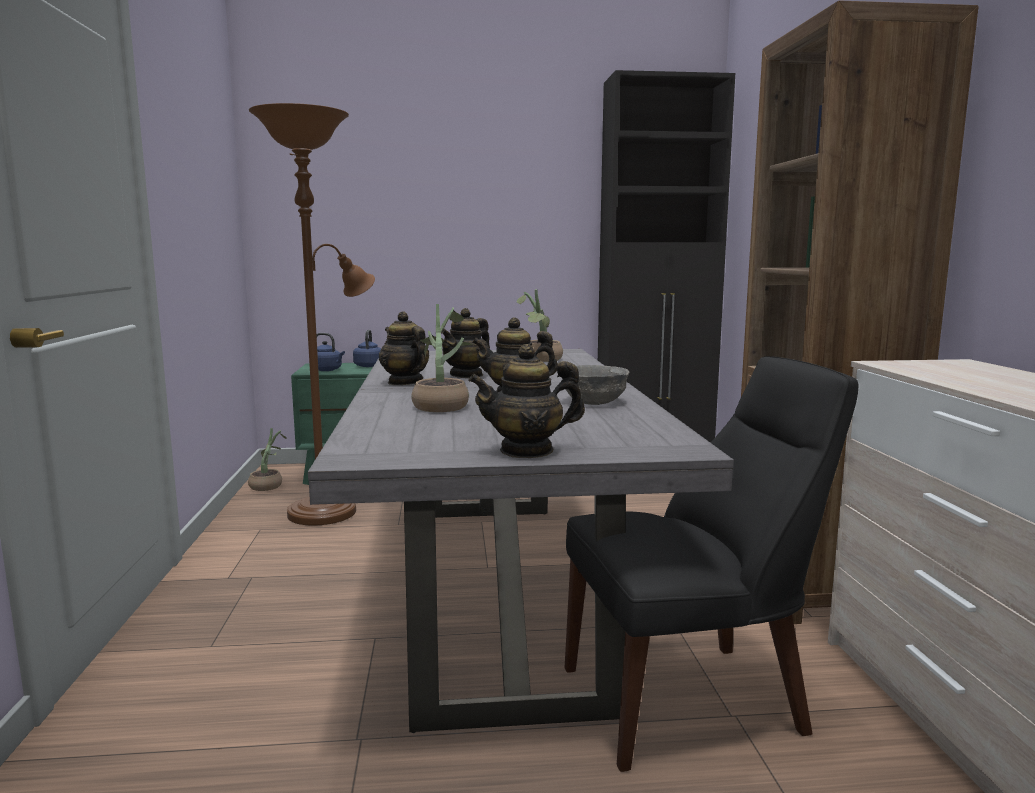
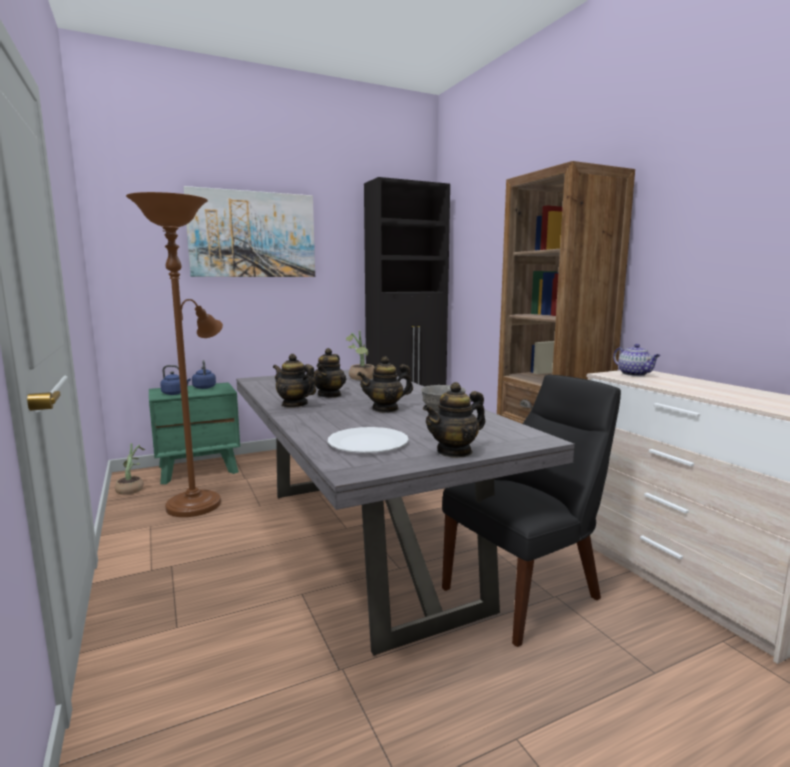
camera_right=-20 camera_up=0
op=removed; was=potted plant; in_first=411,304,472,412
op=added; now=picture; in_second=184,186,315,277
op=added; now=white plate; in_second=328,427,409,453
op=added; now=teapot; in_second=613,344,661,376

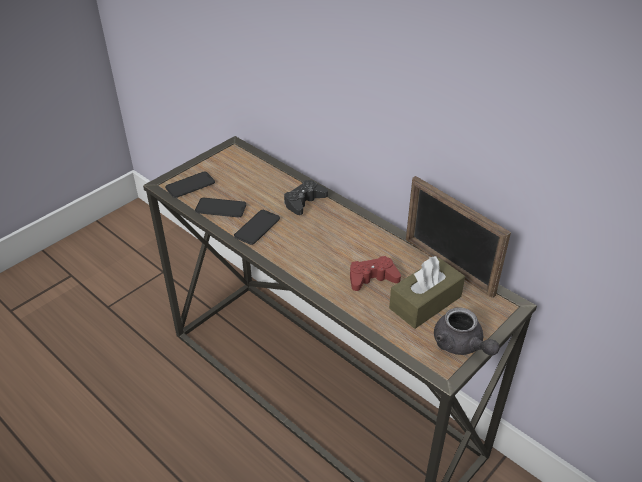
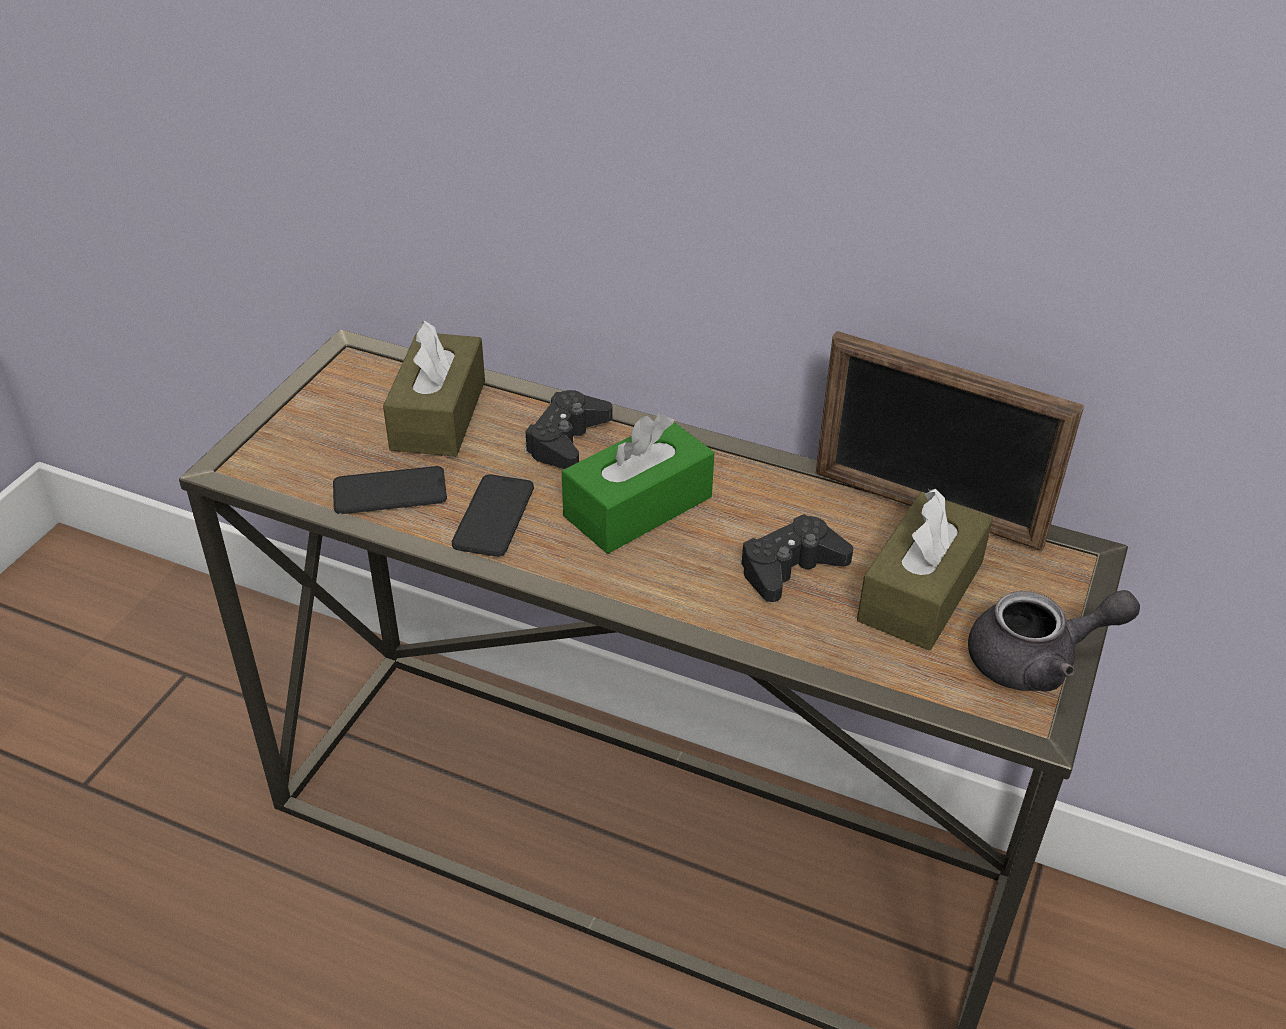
camera_right=-20 camera_up=0
op=removed; was=phone; in_first=165,171,215,198
op=recoloured; was=red game controller; now=black game controller; in_first=350,256,401,291; in_second=741,514,853,602
op=turned; was=grey teapot; in_first=434,307,500,355; in_second=968,590,1140,692; clockwise=-45
op=added; now=brown tissue box; in_second=383,321,485,457
op=added; now=green tissue box; in_second=562,413,715,554

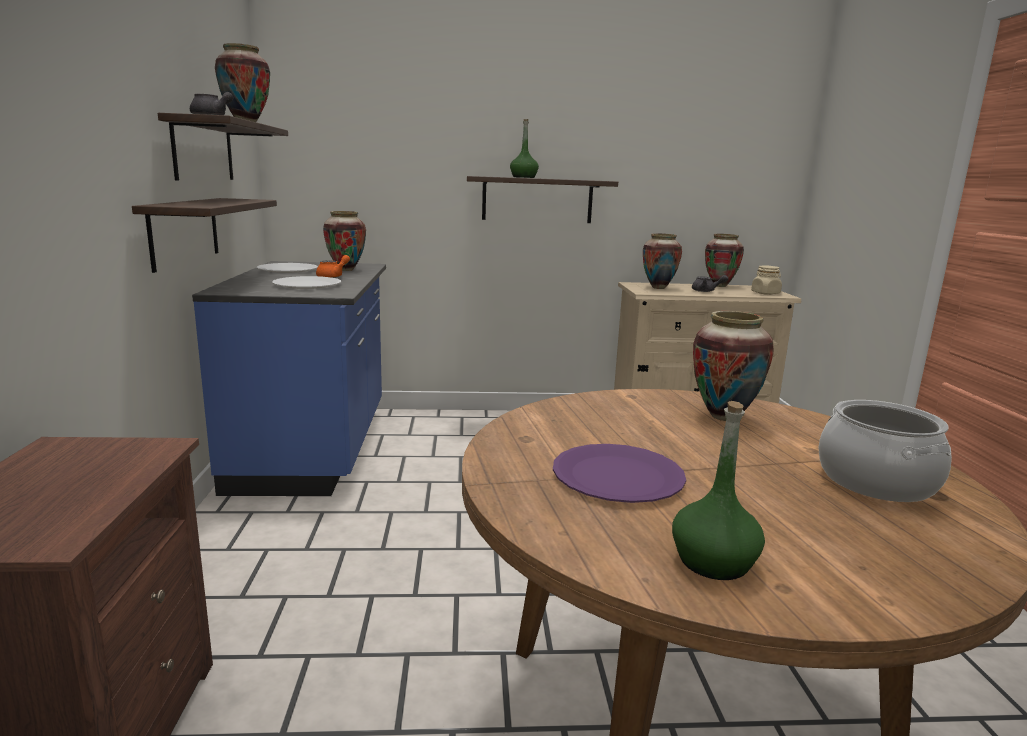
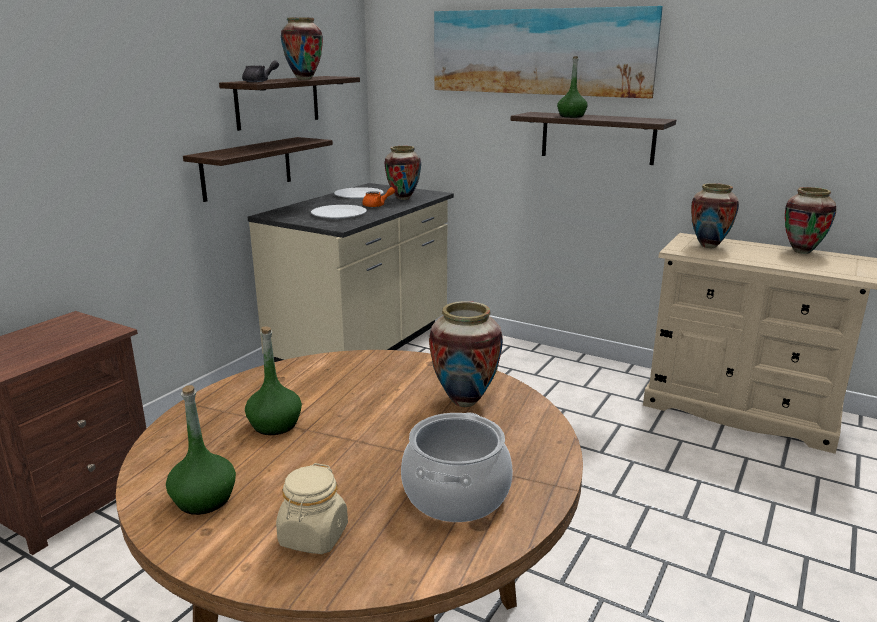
camera_right=35 camera_up=5
op=recoloured; was=blue counter; now=beige counter; in_first=192,261,386,496; in_second=248,183,454,362
op=replaced; was=purple plate; now=green bottle; in_first=553,444,686,503; in_second=245,326,302,435
op=removed; was=grey teapot; in_first=692,275,728,292
op=moved; was=beige jar; in_first=751,265,782,295; in_second=276,463,348,554
op=added; now=picture; in_second=434,6,663,98

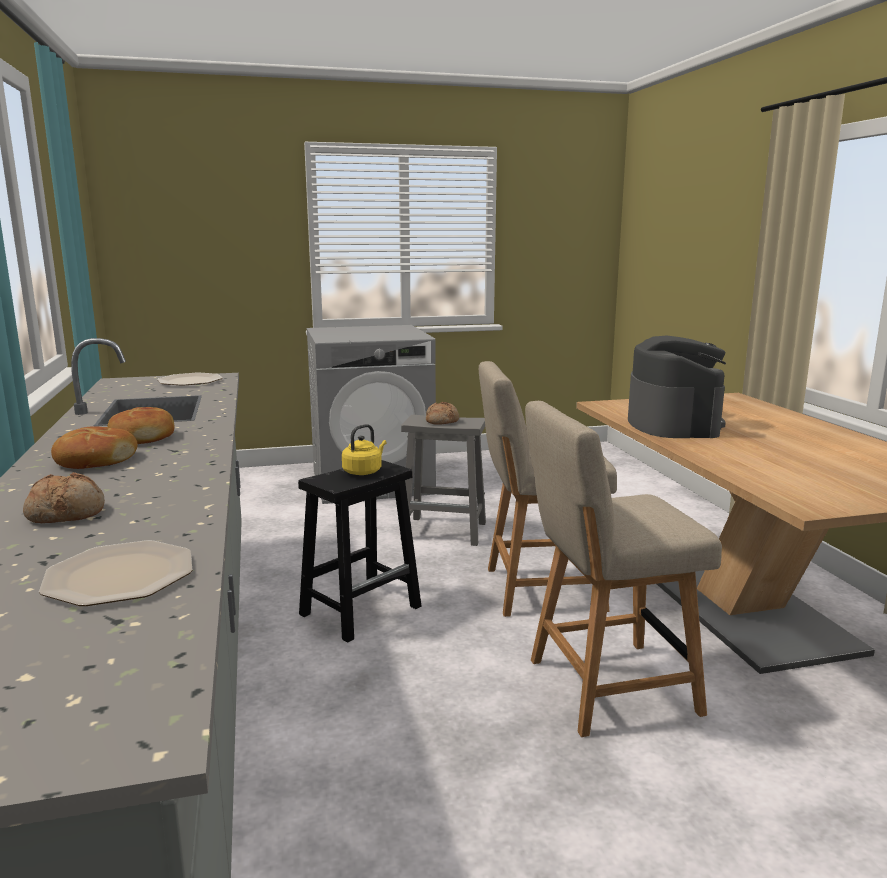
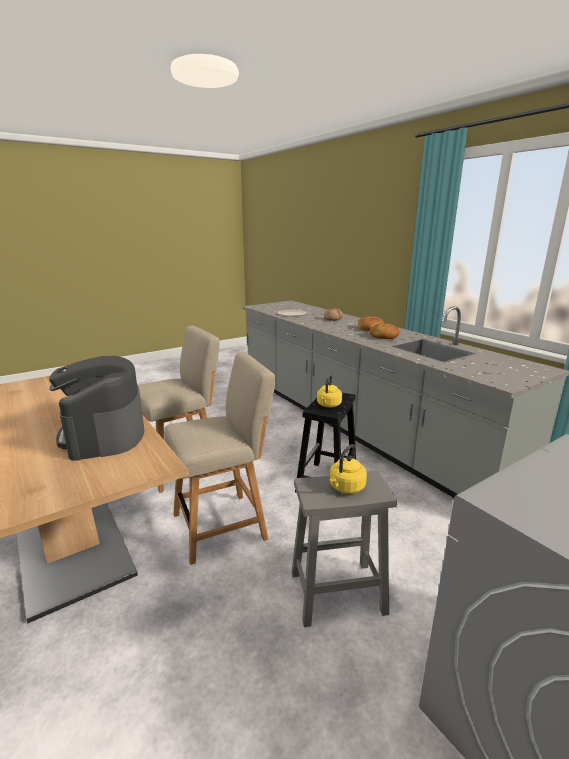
camera_right=160 camera_up=5
op=removed; was=plate; in_first=157,372,223,386
op=replaced; was=bread; now=yellow kettle; in_first=426,402,459,425; in_second=330,444,367,494

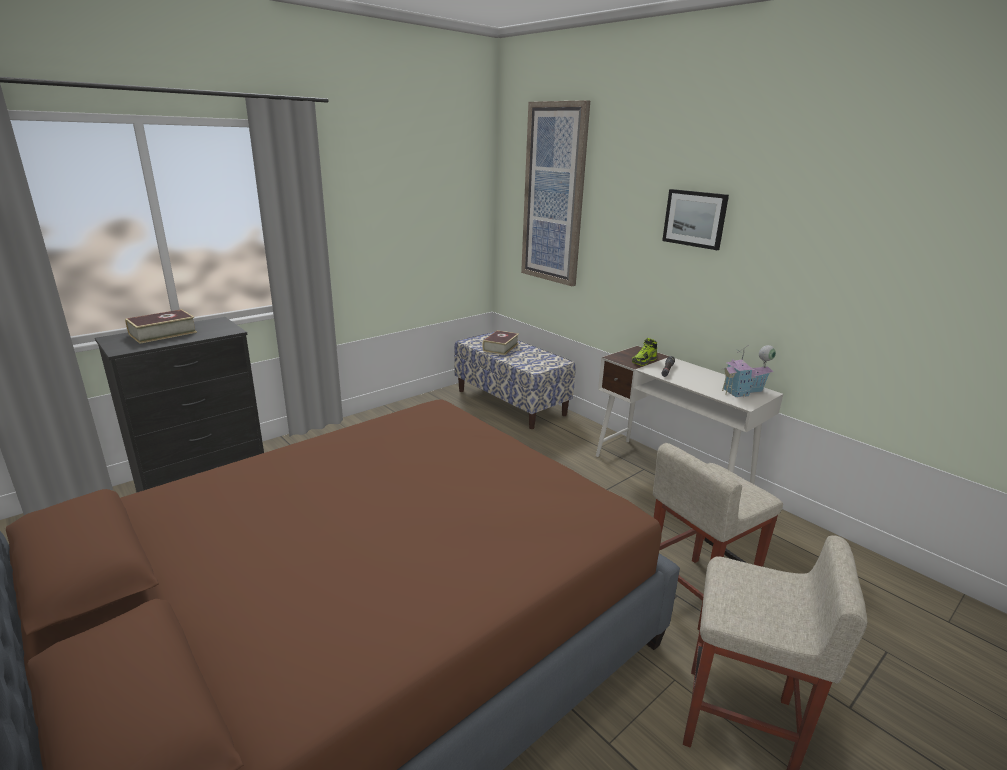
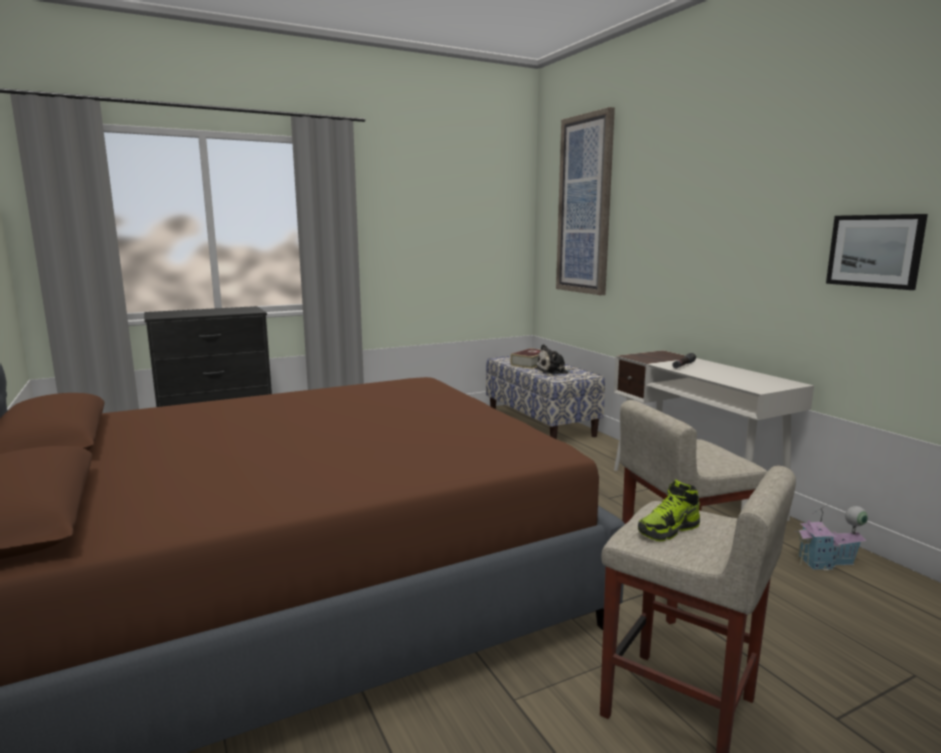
camera_right=15 camera_up=-10
op=removed; was=book; in_first=125,309,197,344
op=moved; was=shoe; in_first=632,338,657,366; in_second=638,480,700,541
op=moved; was=picture; in_first=662,189,729,250; in_second=826,214,928,290
op=moved; was=toy house; in_first=722,345,776,397; in_second=794,504,868,570
op=added; now=plush toy; in_second=535,344,574,375

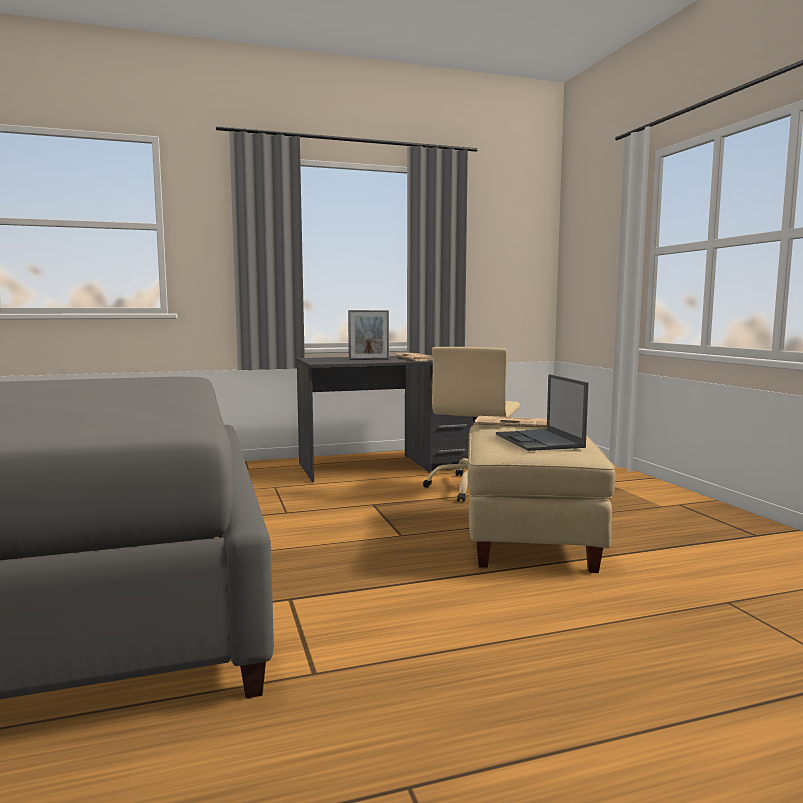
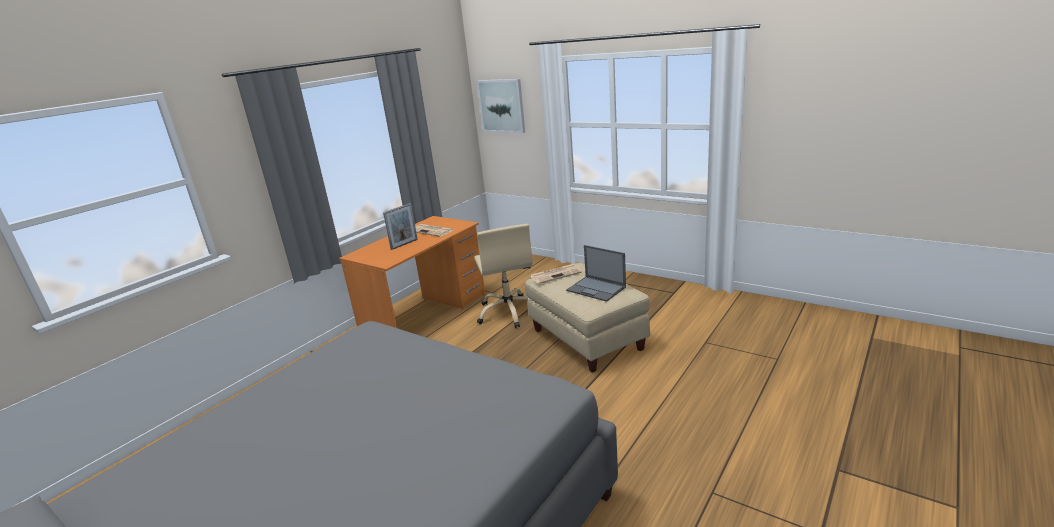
camera_right=-35 camera_up=15
op=recoloured; was=grey desk; now=orange desk; in_first=296,355,474,482; in_second=339,216,485,328
op=added; now=picture; in_second=477,79,525,133

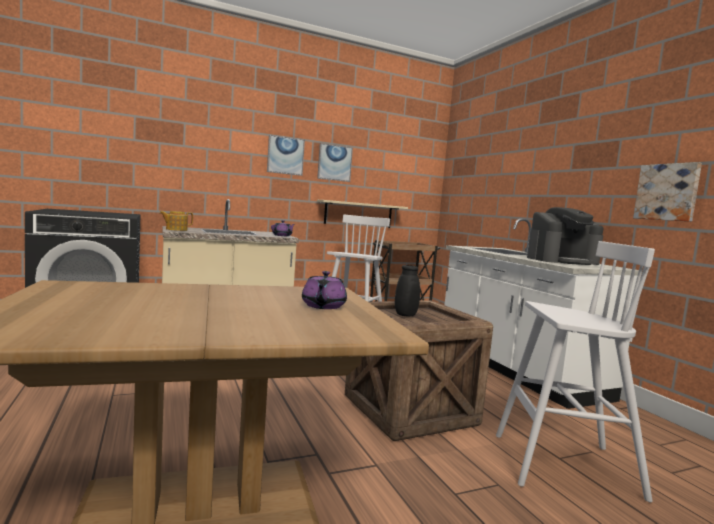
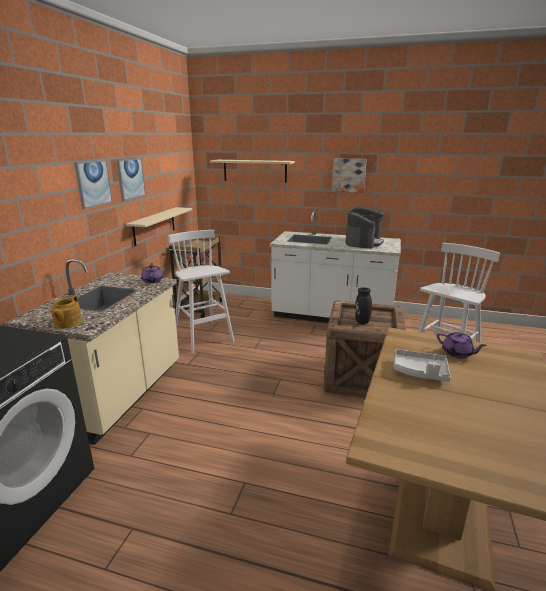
camera_right=-50 camera_up=15
op=moved; was=picture; in_first=633,162,702,222; in_second=332,158,367,193
op=added; now=beige shelf; in_second=210,160,295,183
op=added; now=grey tray; in_second=394,349,451,382

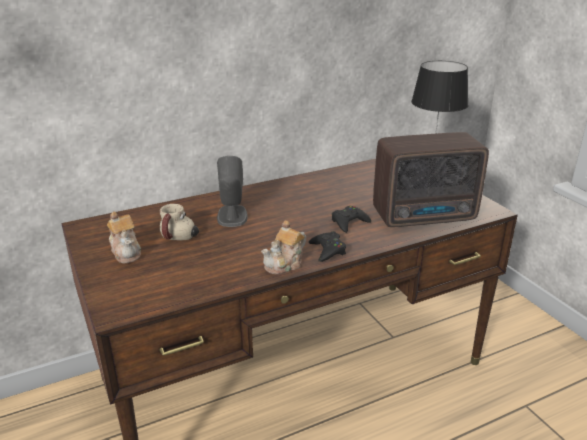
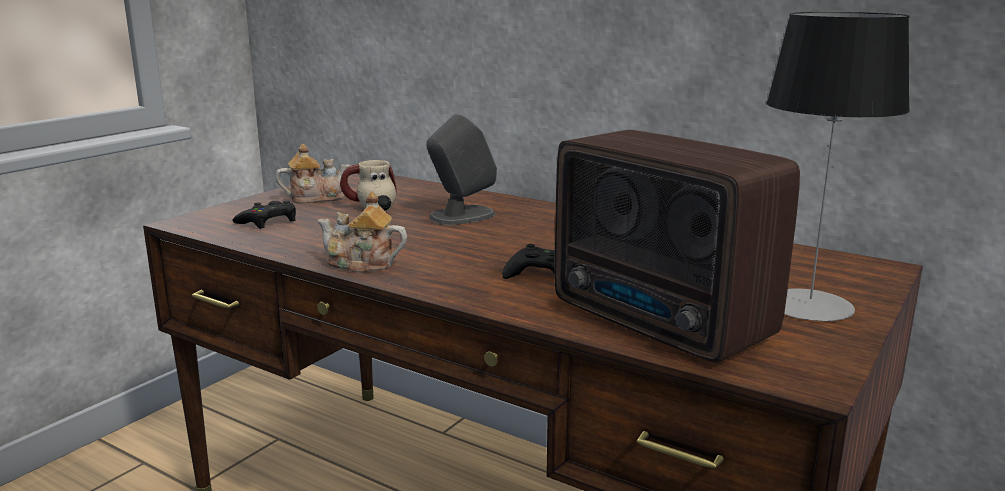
camera_right=60 camera_up=-10
op=turned; was=teapot; in_first=107,211,141,263; in_second=275,144,351,204; clockwise=-135
op=moved; was=black game controller; in_first=309,231,346,262; in_second=233,201,296,229

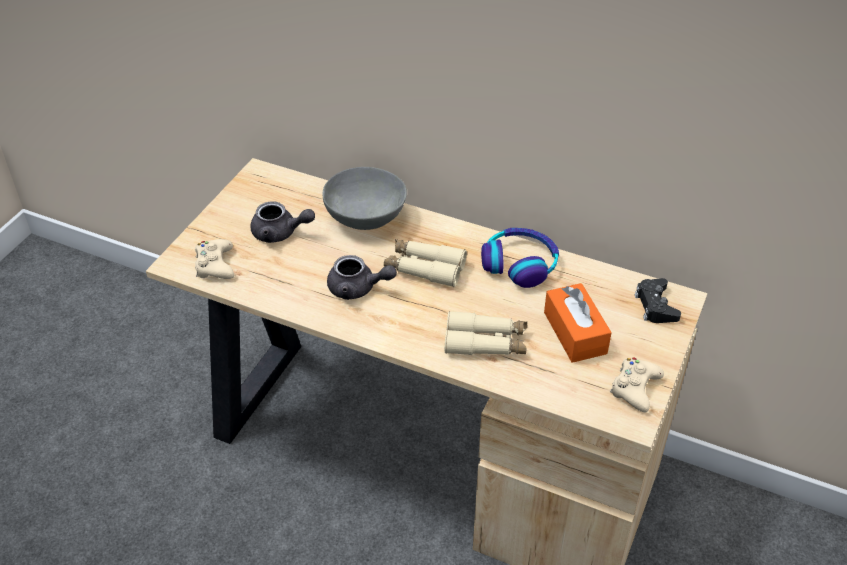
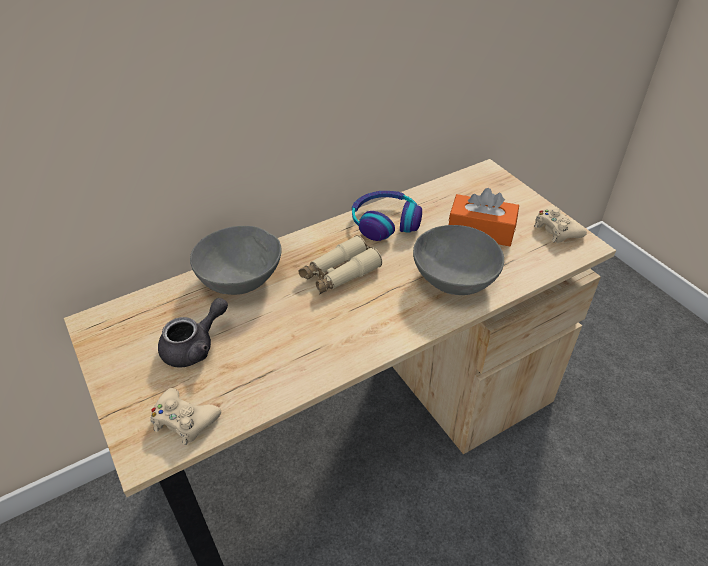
camera_right=-55 camera_up=0
op=removed; was=grey teapot; in_first=327,255,397,300
op=replaced; was=beige binoculars; now=grey bowl; in_first=445,311,527,355; in_second=413,225,504,295
op=removed; was=black game controller; in_first=635,278,681,323

